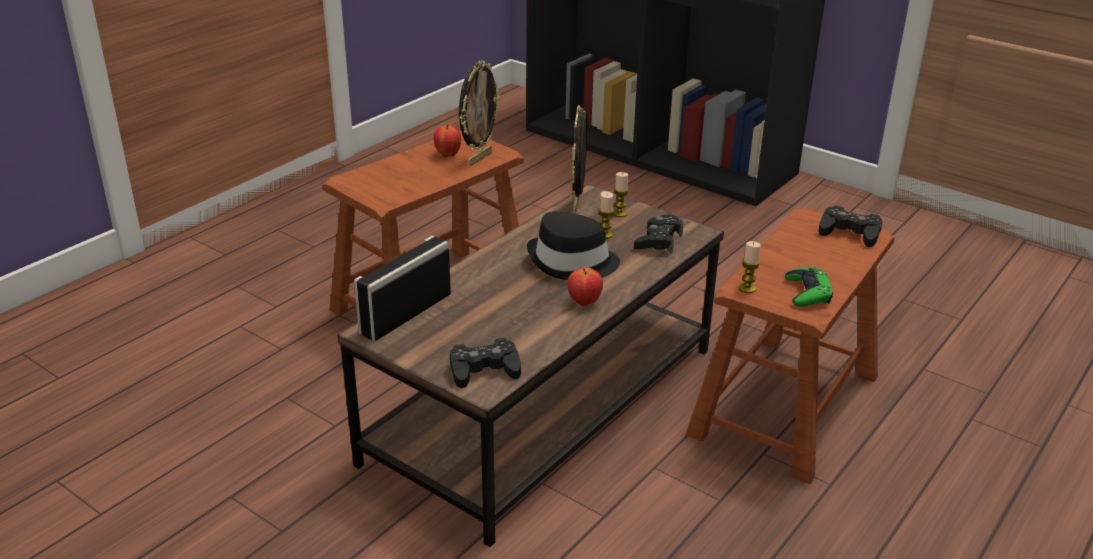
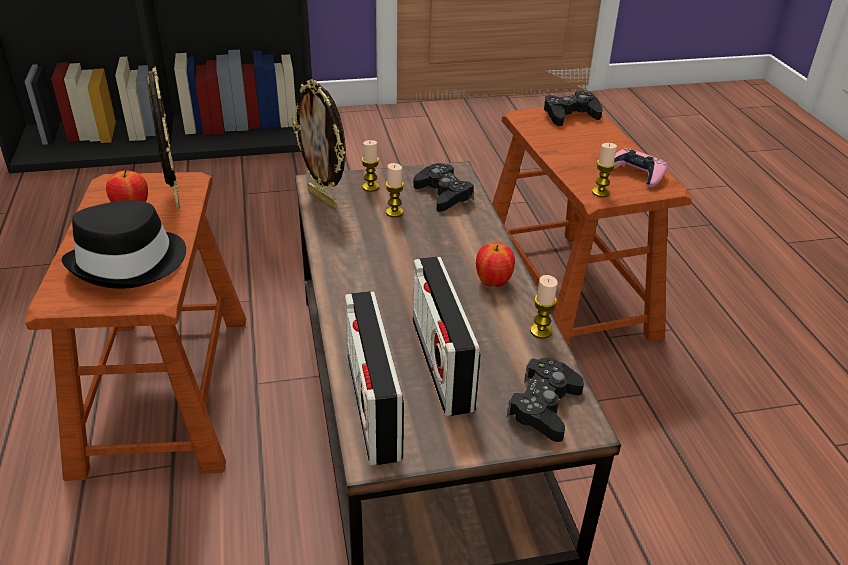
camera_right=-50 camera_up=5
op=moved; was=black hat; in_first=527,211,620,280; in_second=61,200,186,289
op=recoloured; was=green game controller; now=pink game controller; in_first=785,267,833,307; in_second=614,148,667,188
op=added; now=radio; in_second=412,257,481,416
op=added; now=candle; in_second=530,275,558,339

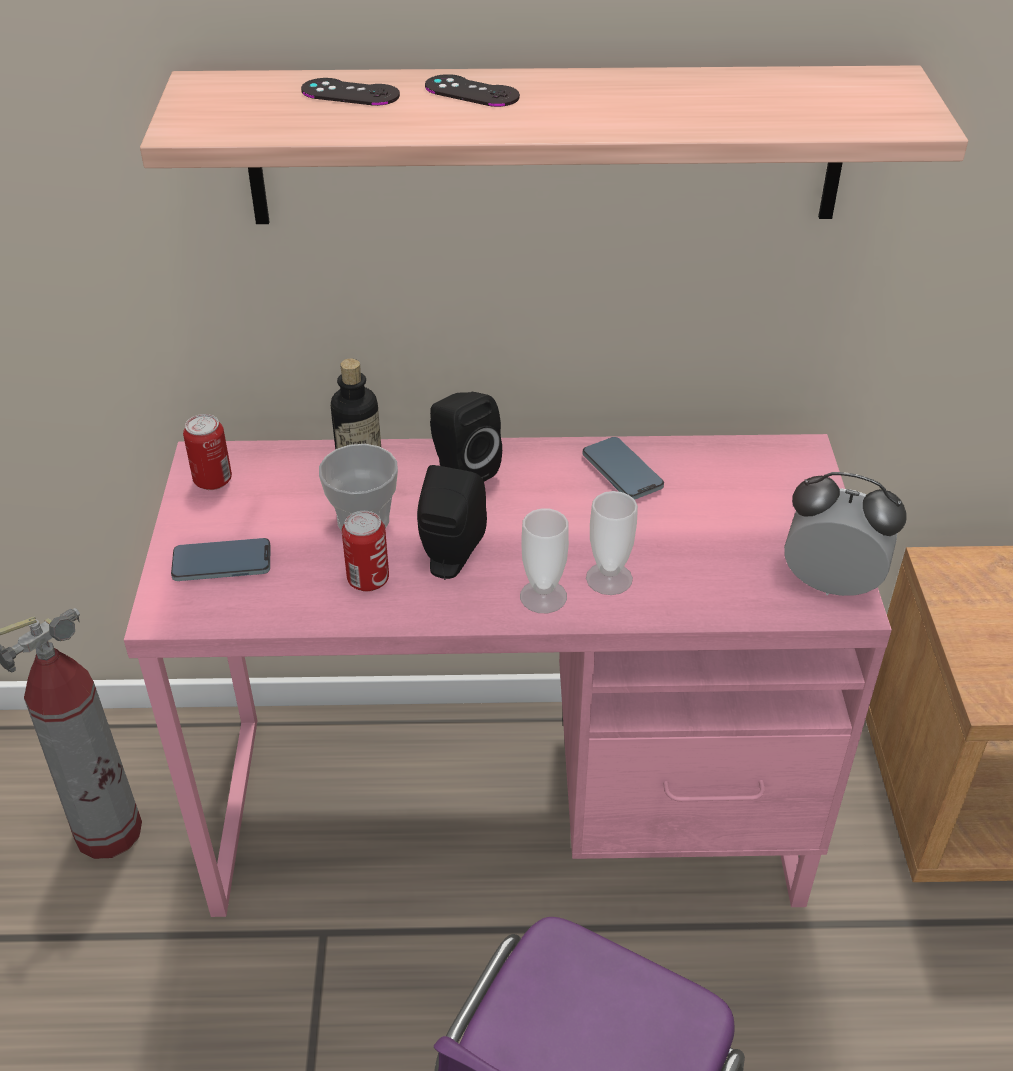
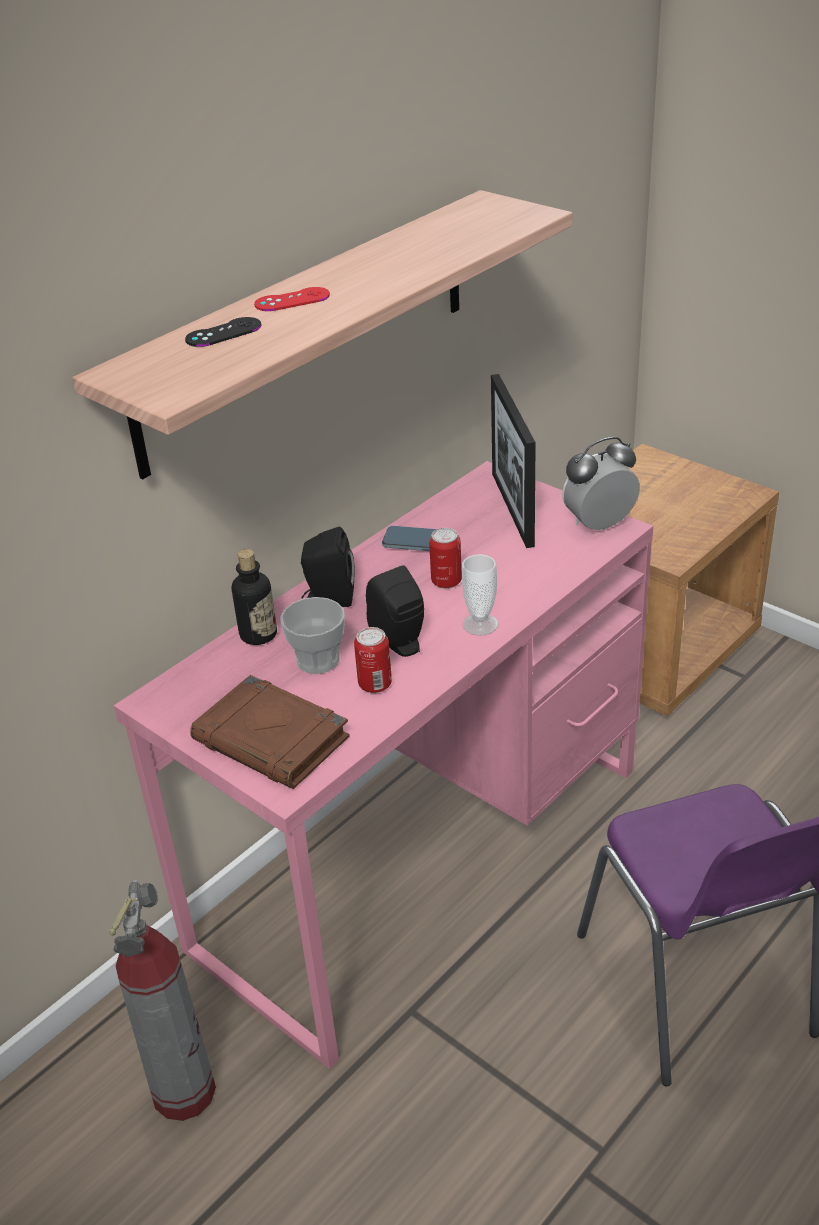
camera_right=-45 camera_up=-5
op=replaced; was=phone; now=brown book; in_first=171,538,271,581; in_second=190,675,350,789
op=moved; was=can; in_first=183,414,232,490; in_second=429,528,462,589
op=recoloured; was=black game controller; now=red game controller; in_first=425,74,520,107; in_second=254,287,330,311
op=removed; was=cup; in_first=586,491,638,595
op=added; now=picture frame; in_second=491,374,536,548

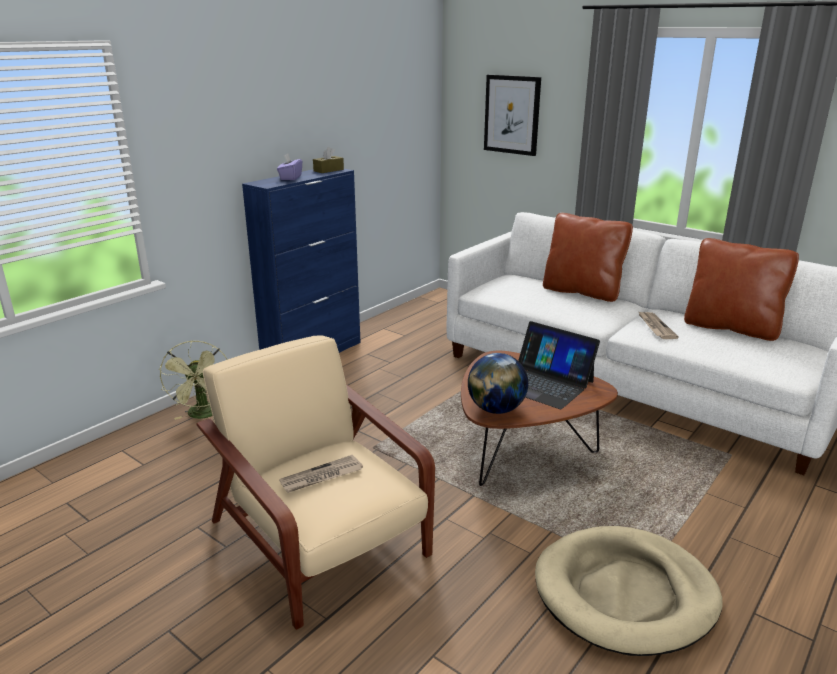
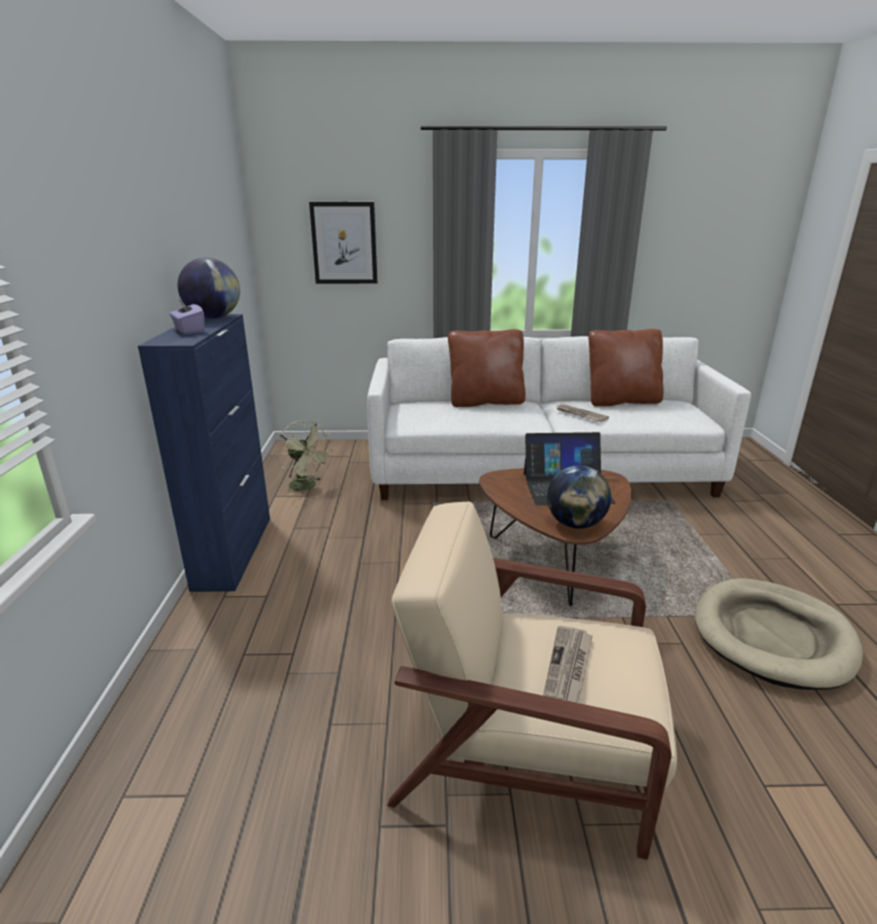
camera_right=-40 camera_up=0
op=moved; was=green fan; in_first=159,340,228,420; in_second=276,420,333,496
op=replaced; was=brown tissue box; now=globe; in_first=313,147,344,173; in_second=177,258,240,318

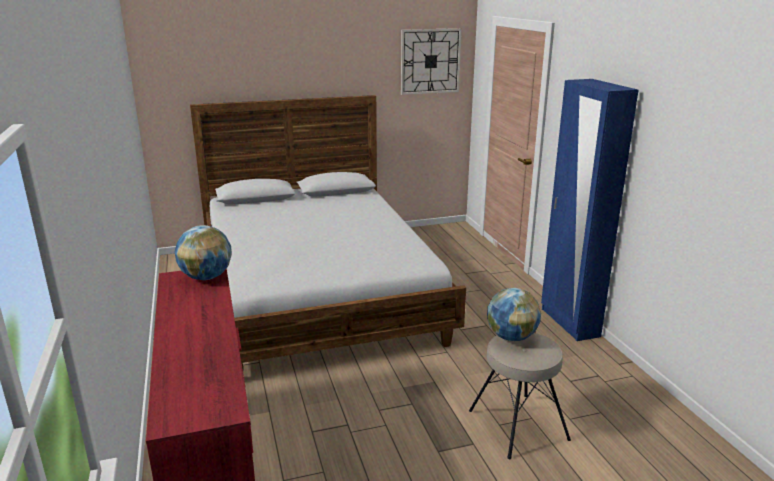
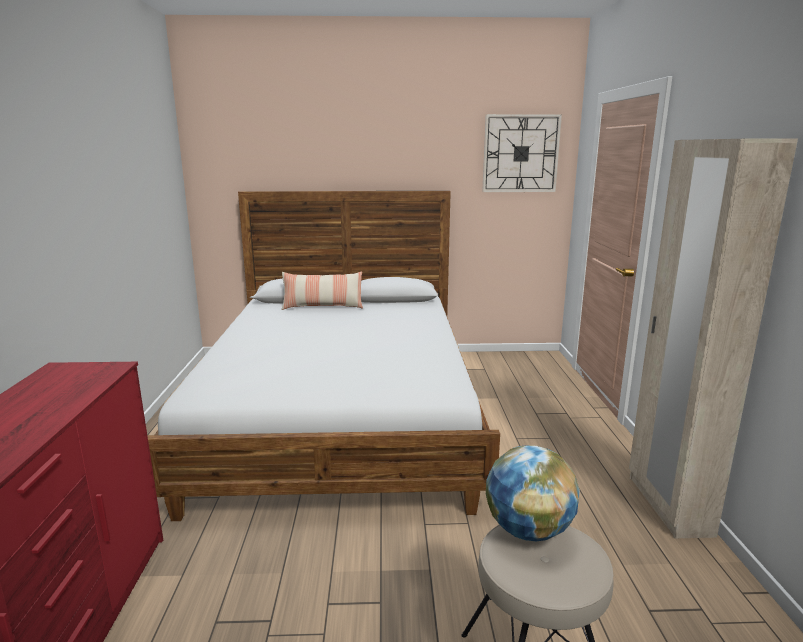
camera_right=15 camera_up=-5
op=removed; was=globe; in_first=175,225,232,280
op=recoloured; was=blue wardrobe; now=beige wardrobe; in_first=541,79,638,341; in_second=629,139,798,538
op=added; now=pillow; in_second=281,271,363,310

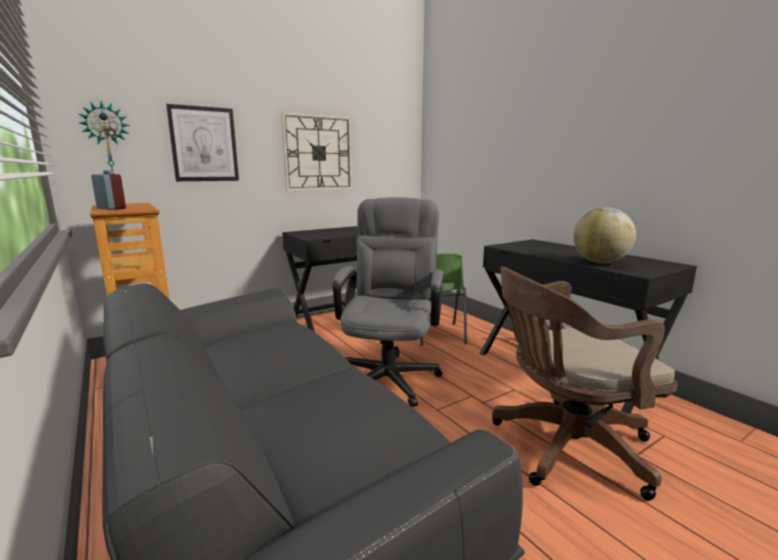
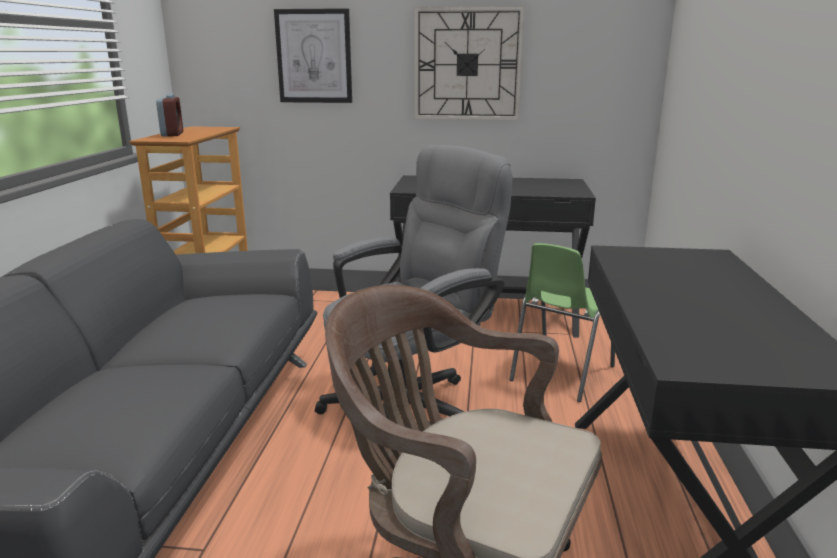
camera_right=40 camera_up=5
op=removed; was=wall clock; in_first=79,101,130,171
op=removed; was=globe; in_first=573,207,636,264

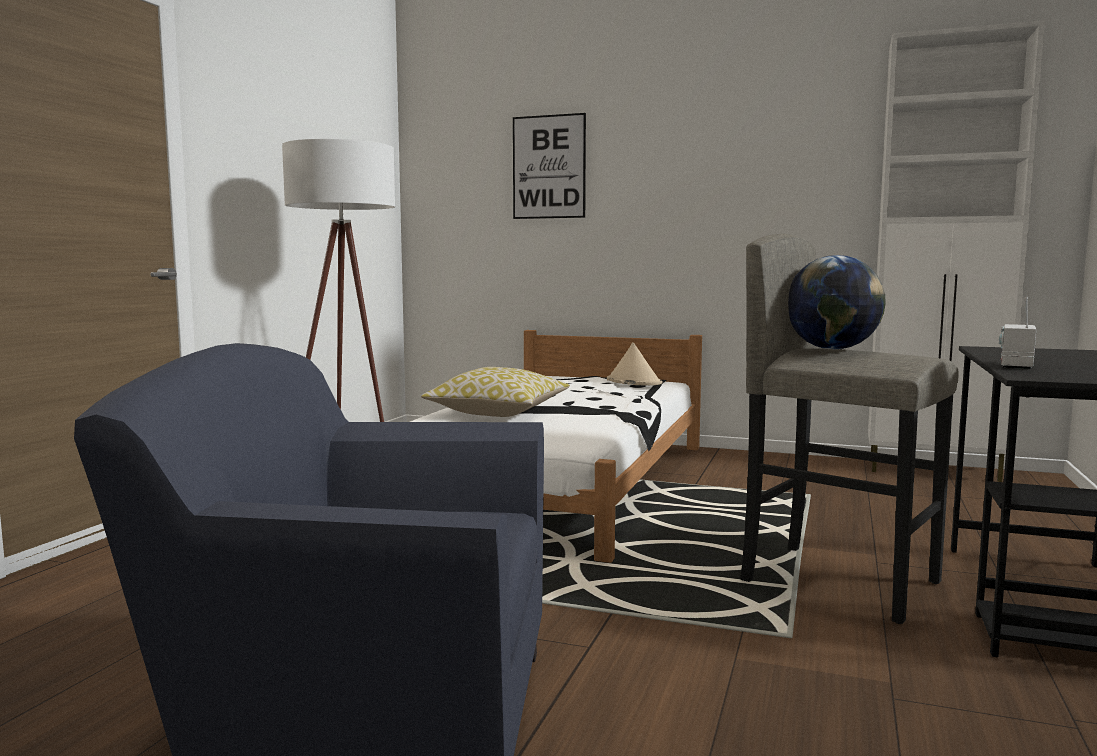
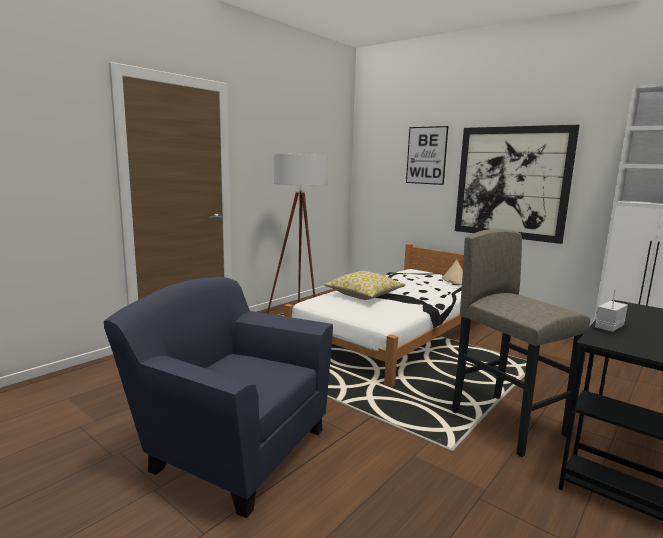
camera_right=20 camera_up=5
op=removed; was=globe; in_first=788,255,886,349
op=added; now=picture; in_second=455,125,580,244

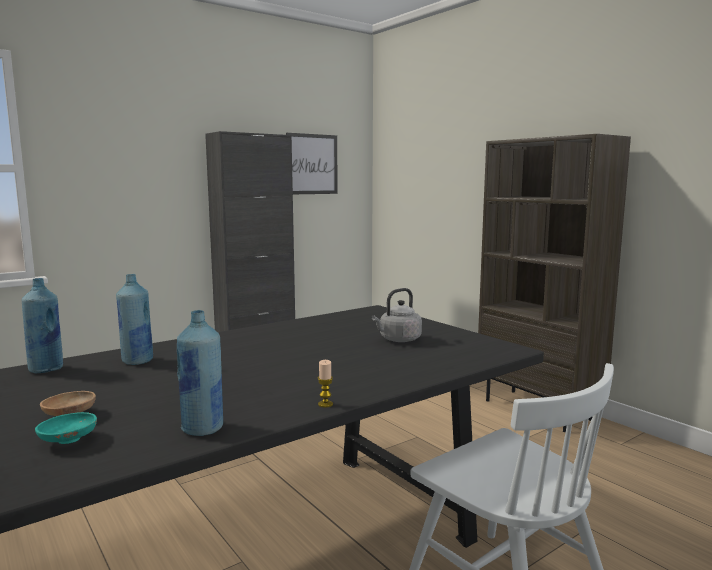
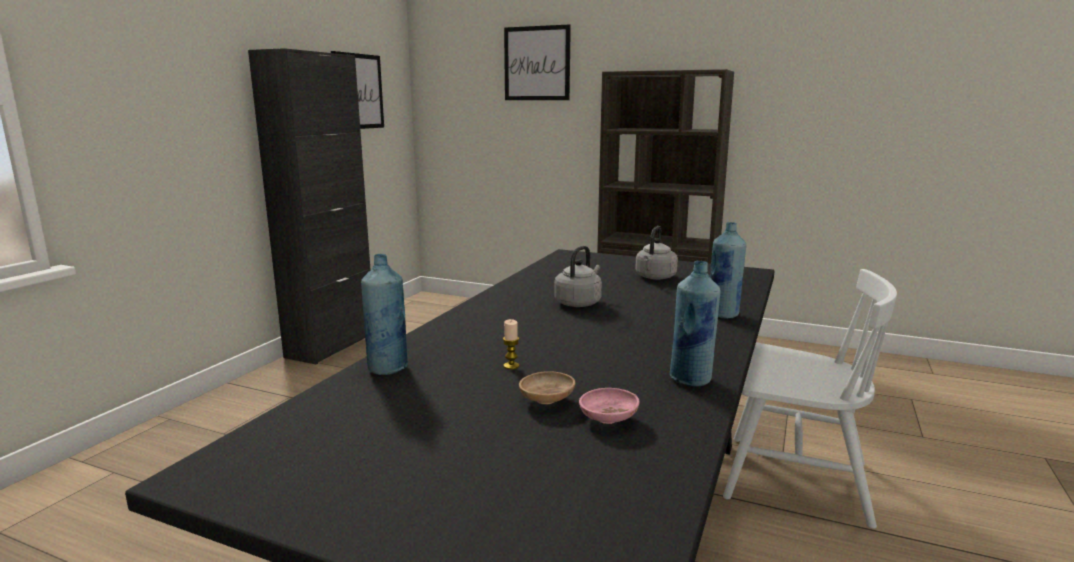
camera_right=-30 camera_up=5
op=recoloured; was=turquoise bowl; now=pink bowl; in_first=35,412,97,444; in_second=579,388,640,424
op=moved; was=blue bottle; in_first=116,274,153,365; in_second=710,222,746,319
op=moved; was=candle; in_first=318,360,333,408; in_second=503,319,519,370
op=added; now=picture; in_second=504,24,571,100
op=added; now=grey kettle; in_second=554,246,602,307

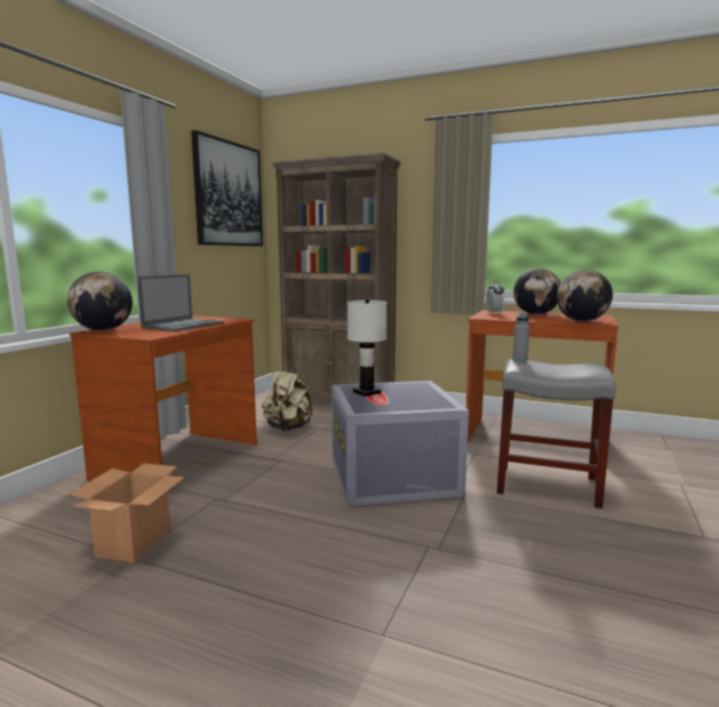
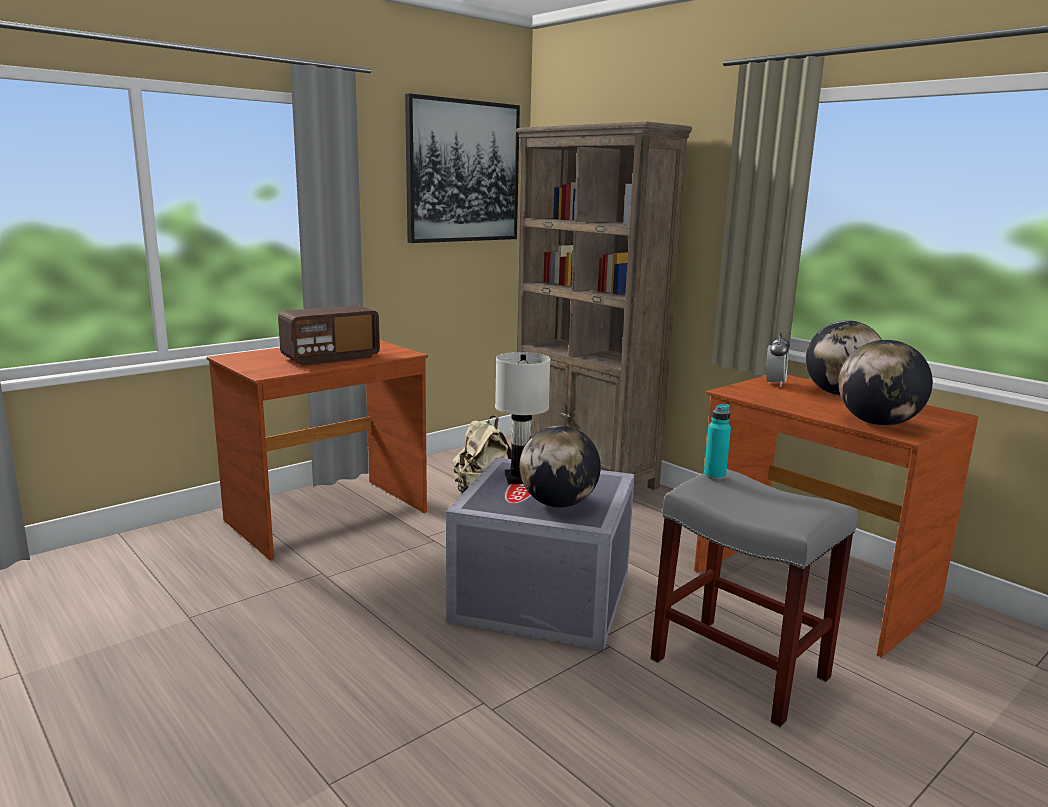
camera_right=25 camera_up=5
op=moved; was=globe; in_first=67,272,133,331; in_second=519,426,601,508
op=removed; was=cardboard box; in_first=69,463,185,563
op=replaced; was=laptop; now=radio; in_first=137,274,224,331; in_second=278,305,380,366
op=recoloured; was=grey bottle; now=turquoise bottle; in_first=513,312,530,362; in_second=704,404,731,480

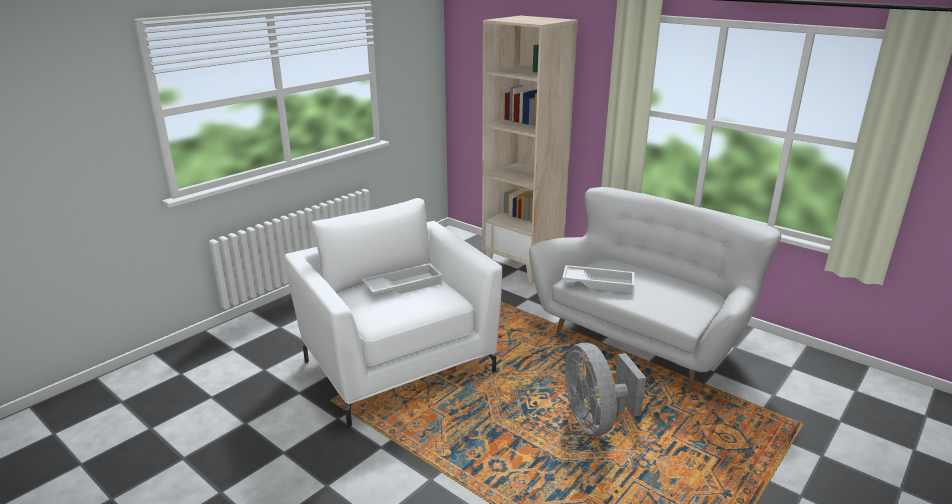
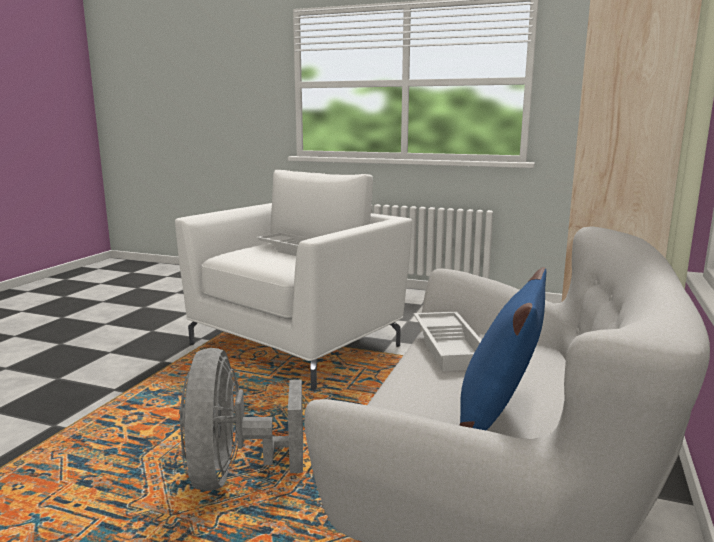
camera_right=70 camera_up=-10
op=turned; was=grey fan; in_first=565,343,646,436; in_second=179,348,303,491; clockwise=-60
op=added; now=blue pillow; in_second=460,267,546,430

